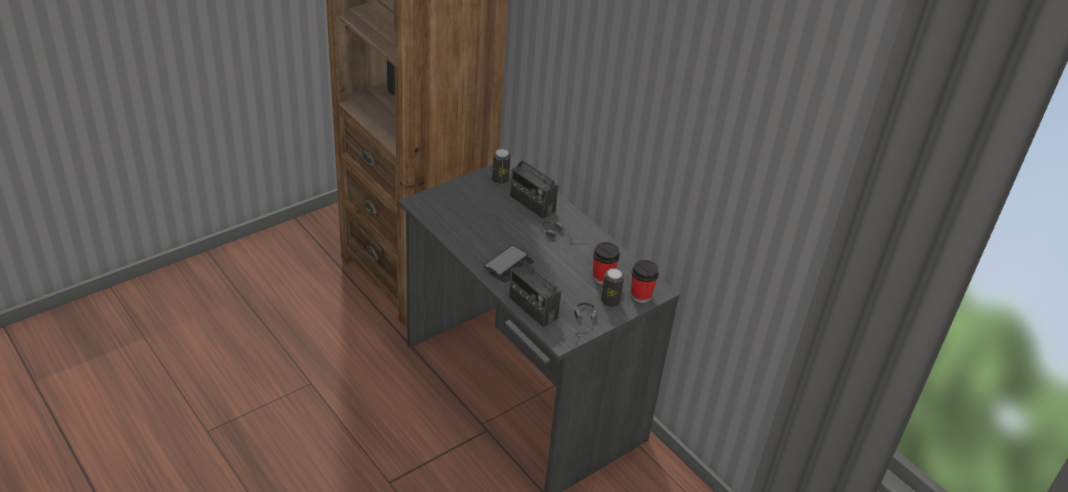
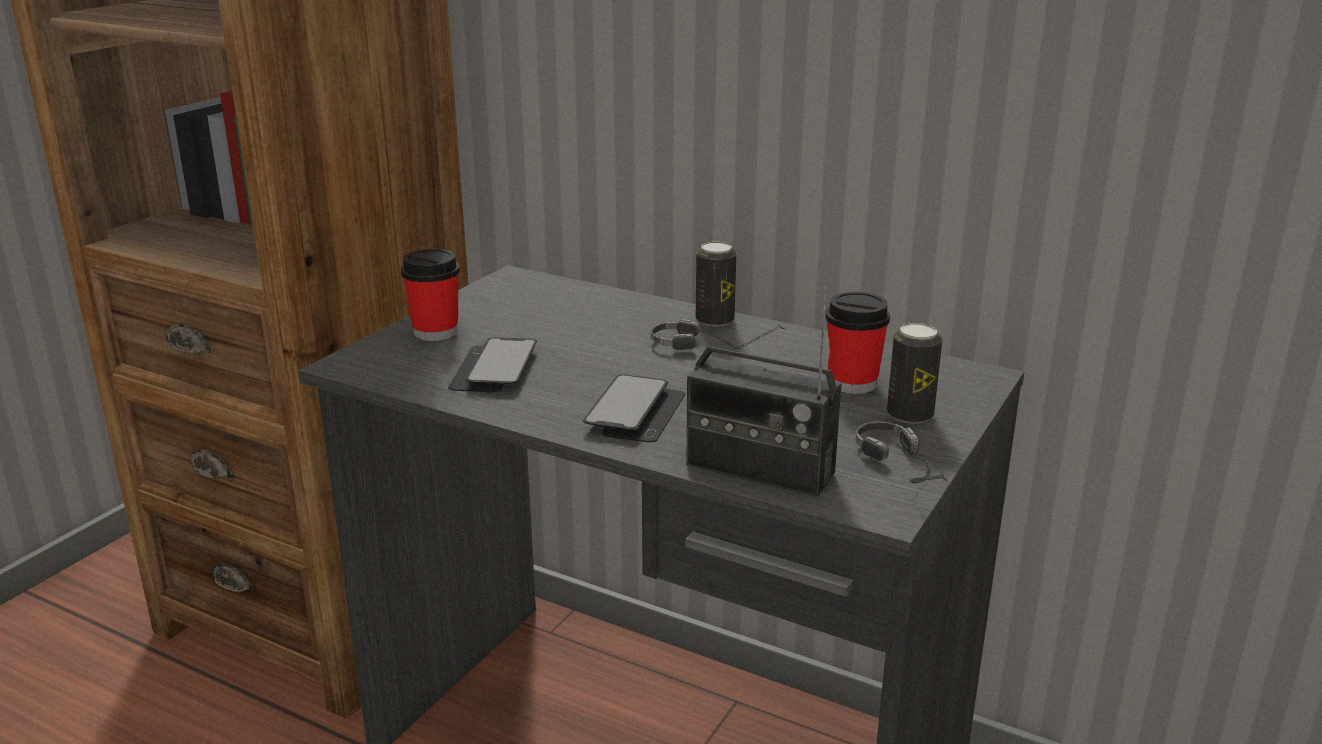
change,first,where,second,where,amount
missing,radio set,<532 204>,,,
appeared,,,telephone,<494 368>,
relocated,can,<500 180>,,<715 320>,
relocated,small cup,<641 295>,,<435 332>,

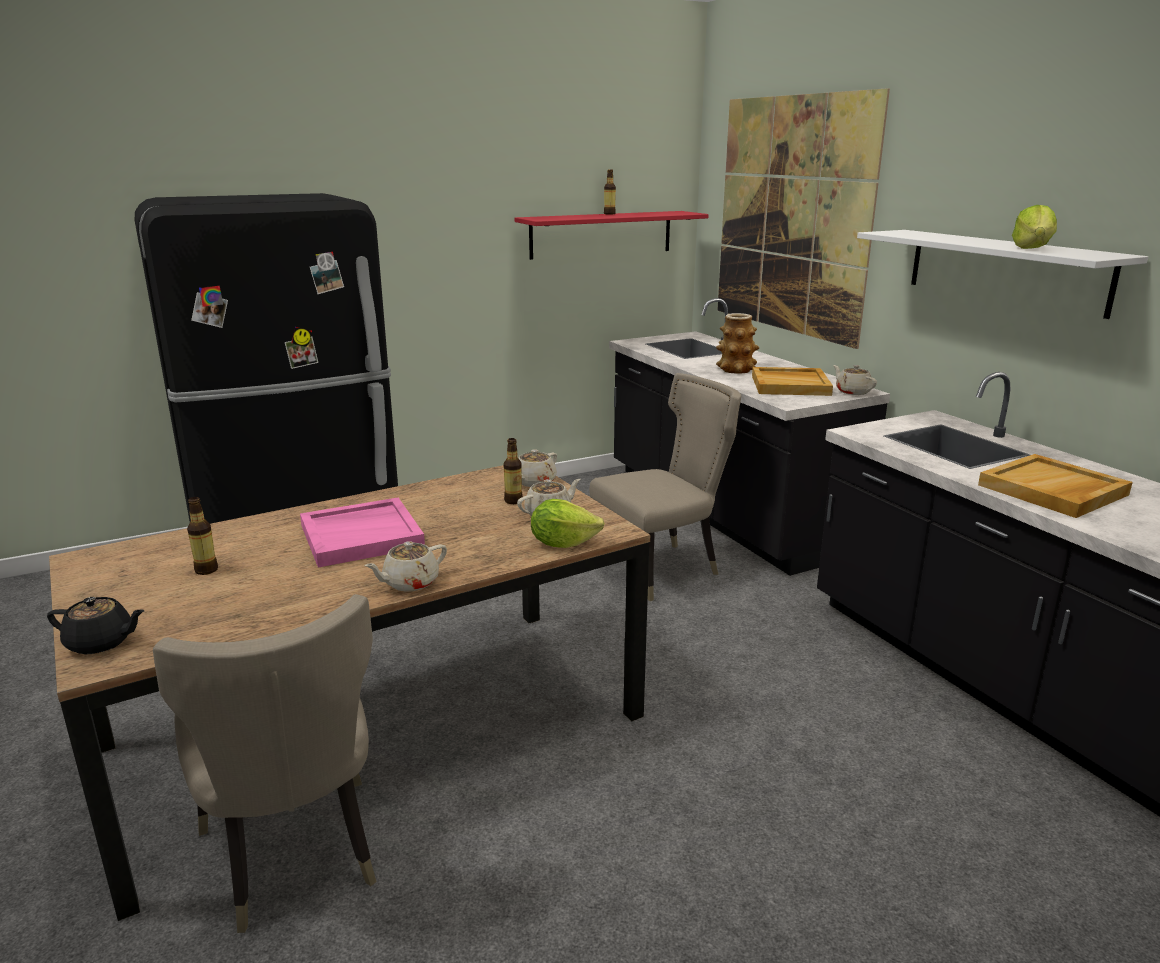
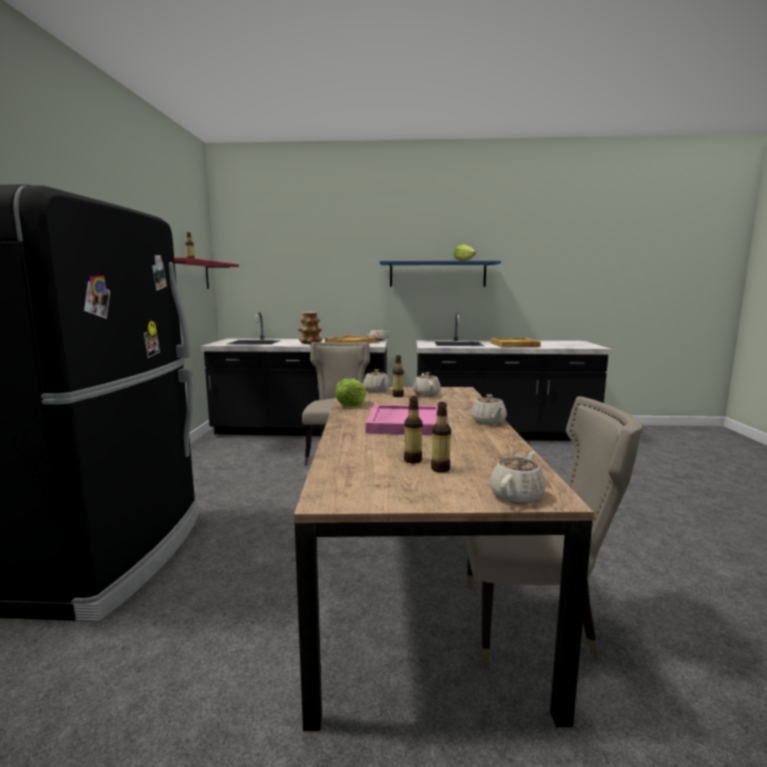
change,first,where,second,where,amount
missing,picture,<791 216>,,,
appeared,,,beverage bottle,<440 469>,
relocated,lettuce head,<562 543>,,<351 405>,
colour,teapot (black),<101 643>,teapot (beige-coloured),<517 495>,
colour,shelf (white-coloured),<1005 270>,shelf (blue-coloured),<437 274>,

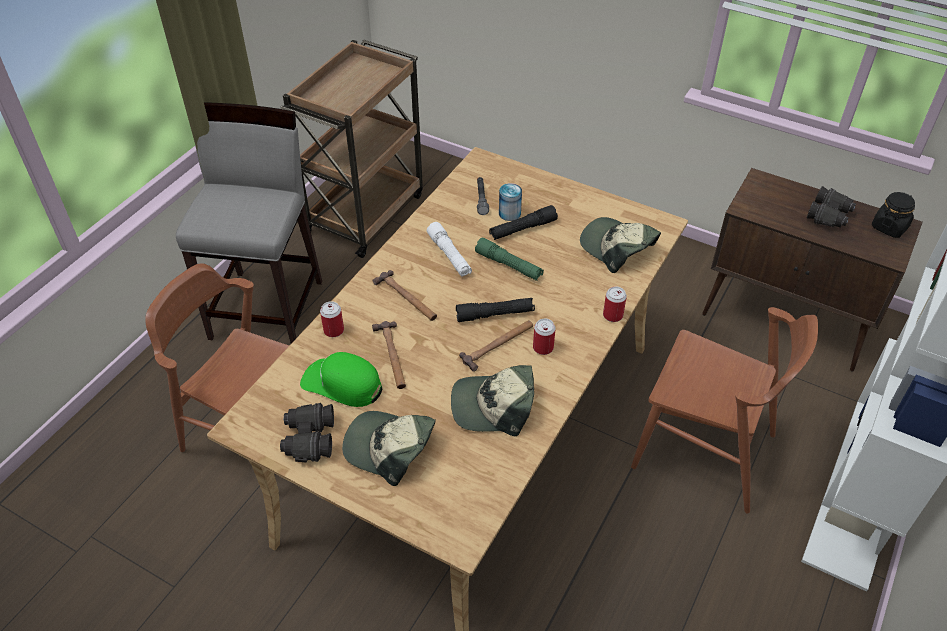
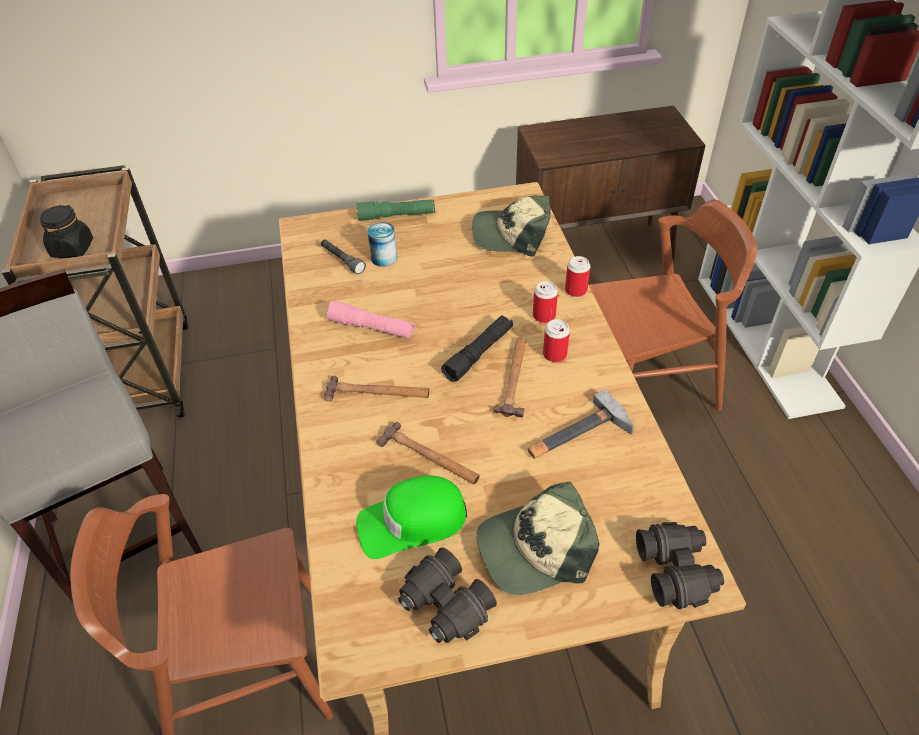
change,first,where,second,where,amount
missing,flashlight (black),<522 229>,,,
relocated,can,<334 330>,,<544 316>,
relocated,flashlight (green-coloured),<509 265>,,<396 216>,
relocated,pair of binoculars (black),<829 215>,,<676 570>,
relocated,jar (black),<889 227>,,<72 248>,
exchanged,cap,<493 406>,tool hammer,<577 435>,
colour,flashlight (white-coloured),<449 255>,flashlight (pink-coloured),<372 327>,

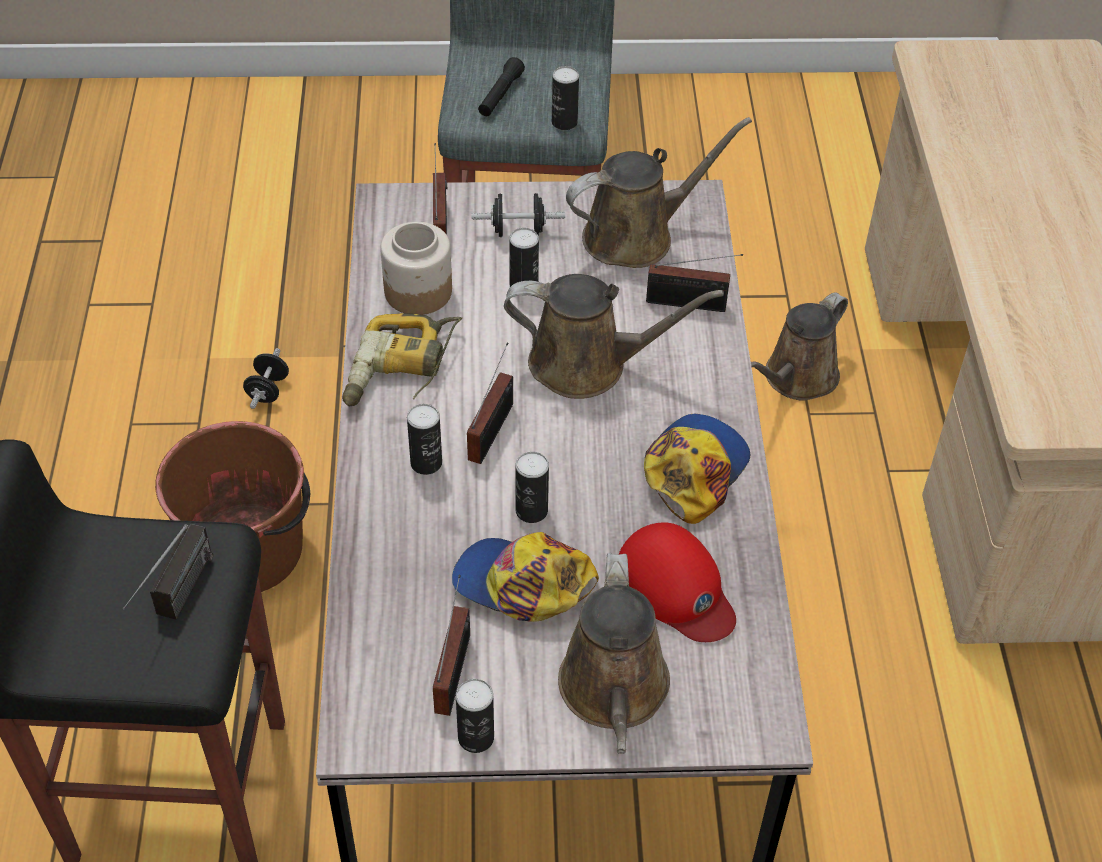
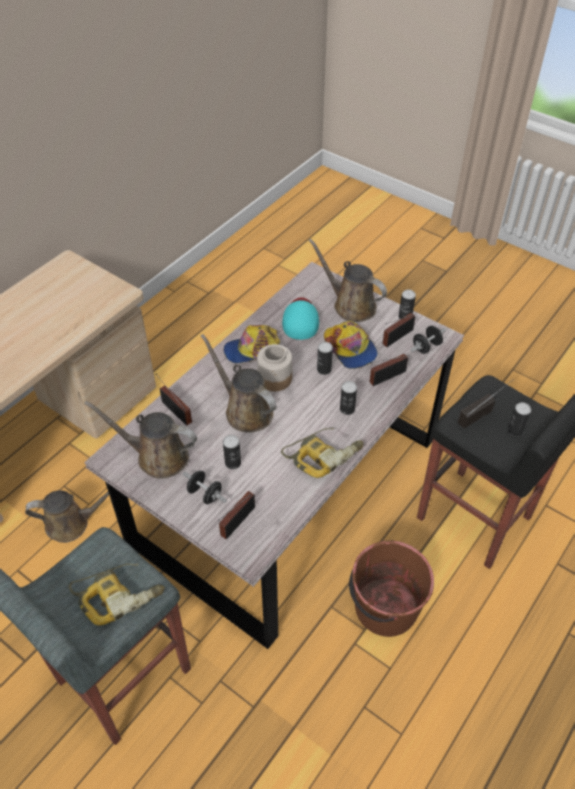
change,first,where,second,where,amount
relocated,hand weight (black),<268 390>,,<426 347>,
relocated,jar,<418 292>,,<275 378>,
relocated,radio set,<493 429>,,<385 377>,
relocated,can,<564 122>,,<515 430>,
exchanged,flashlight (black),<500 95>,drill,<119 594>,
colour,cap (reddish),<676 588>,cap (blue-green),<300 320>,
spun,watering pot (brown-coloured),<614 692>,,<351 305>,90 degrees counterclockwise

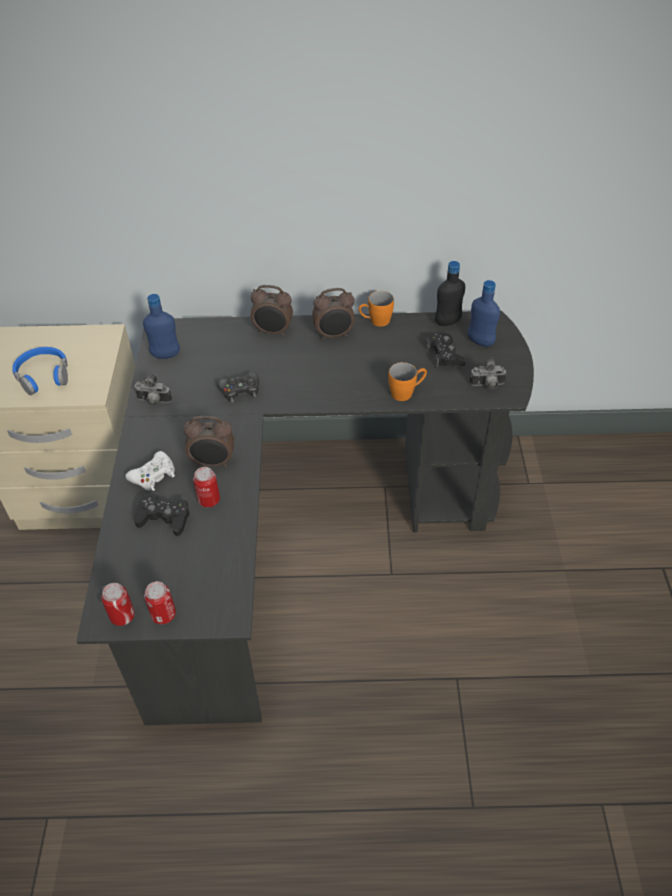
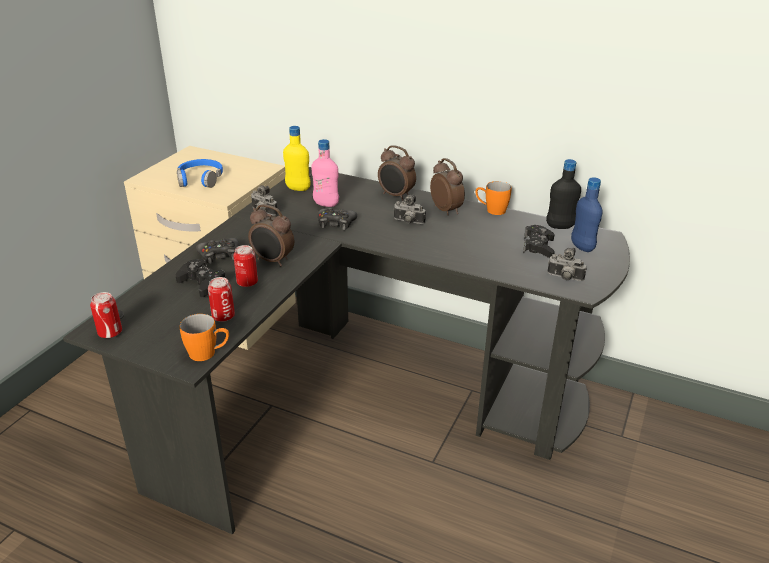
change,first,where,second,where,amount
appeared,,,beverage bottle (pink-coloured),<326 204>,
appeared,,,still camera,<408 222>,
relocated,can,<163 614>,,<223 316>,
relocated,mug (orangey),<406 392>,,<208 353>,
colour,game controller (white-coloured),<153 476>,game controller (black),<219 255>,
colour,beverage bottle (blue-coloured),<166 355>,beverage bottle (yellow),<298 188>,
spun,table clock,<334 335>,,<446 210>,135 degrees counterclockwise

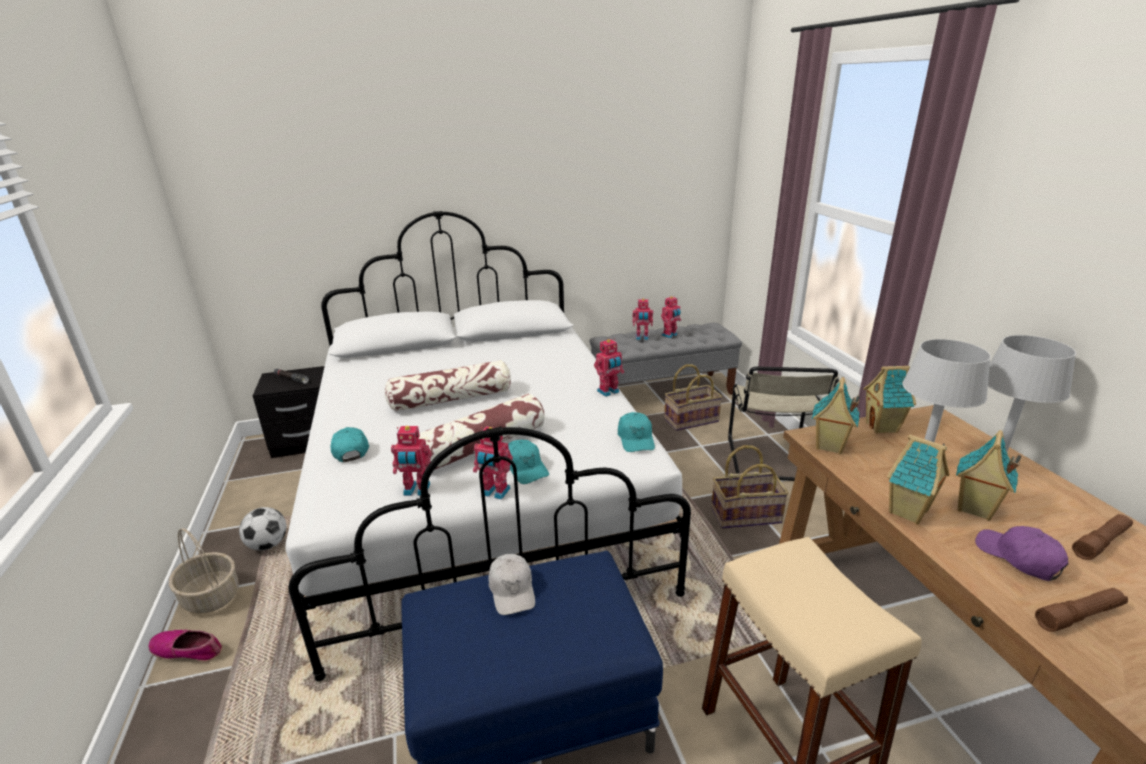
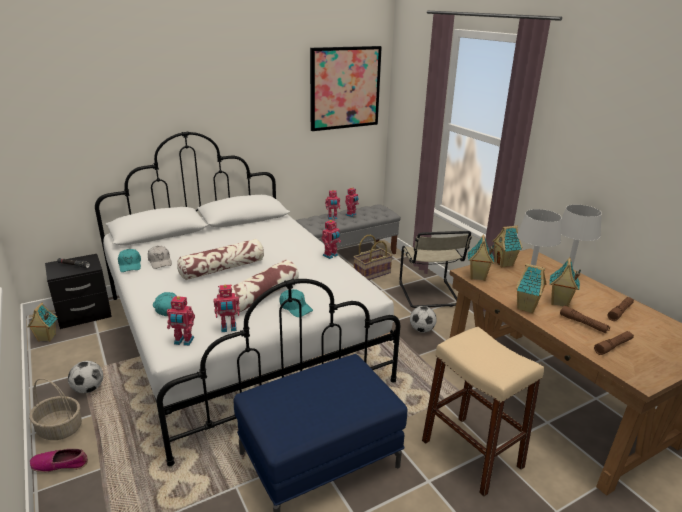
change,first,where,second,where,amount
appeared,,,miniature house,<46 338>,
appeared,,,picture,<345 88>,
relocated,model robot,<495 492>,,<183 341>,
relocated,cap (white-coloured),<512 590>,,<160 261>,
relocated,cap (blue-green),<636 439>,,<130 265>,
exchanged,storage basket,<745 515>,football,<421 330>,
exchanged,cap (purple),<1018 558>,flashlight (brown-coloured),<583 324>,

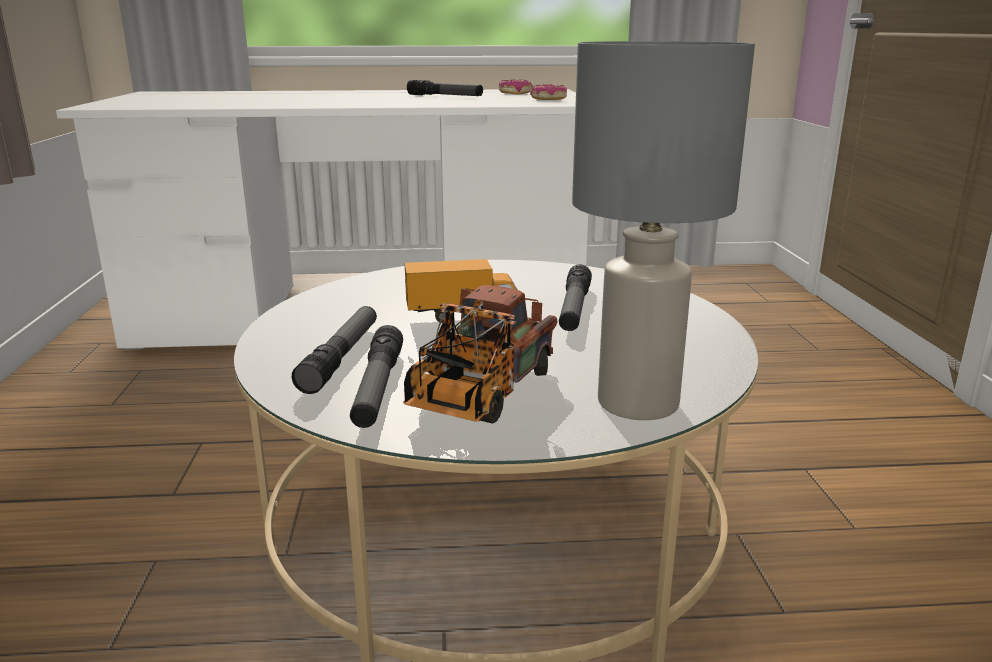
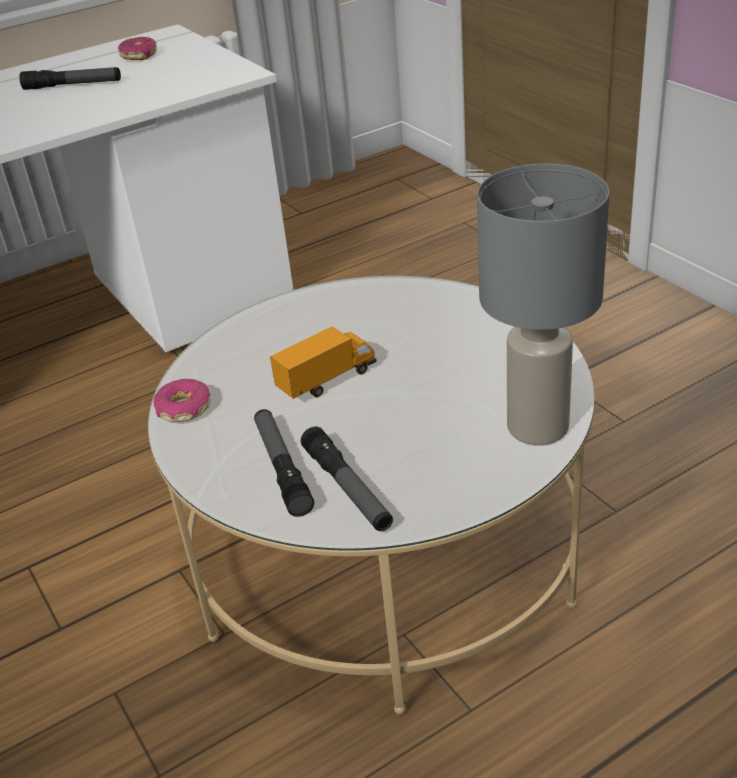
change,first,where,second,where,amount
missing,toy lorry,<477 397>,,,
missing,flashlight,<574 309>,,,
relocated,ring doughnut,<548 99>,,<184 409>,

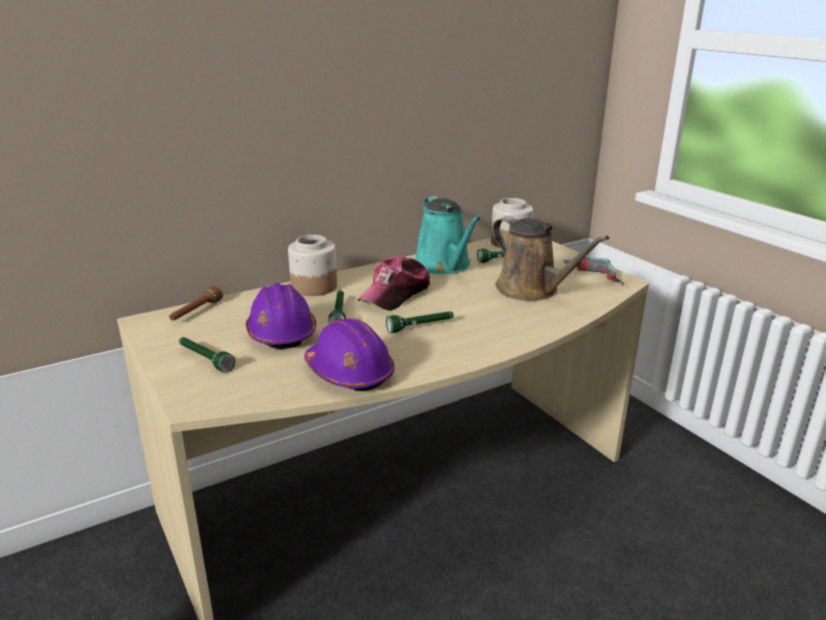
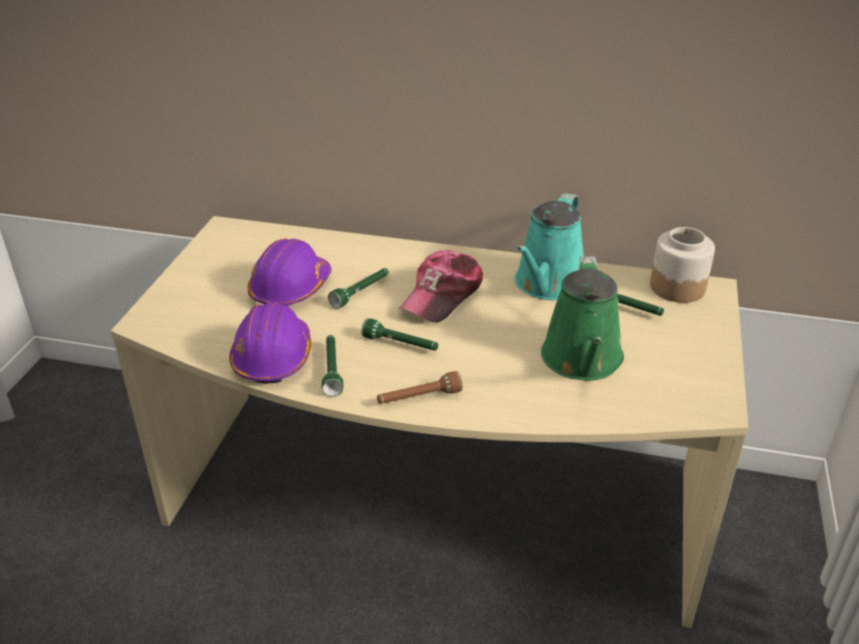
change,first,where,second,where,amount
missing,jar,<313 287>,,,
missing,drill,<591 277>,,,
relocated,flashlight (brown-coloured),<196 312>,,<419 398>,
relocated,flashlight (green-coloured),<205 359>,,<332 370>,
colour,watering pot (brown-coloured),<531 290>,watering pot (green-coloured),<582 361>,
spun,cap,<395 294>,,<443 296>,45 degrees counterclockwise

